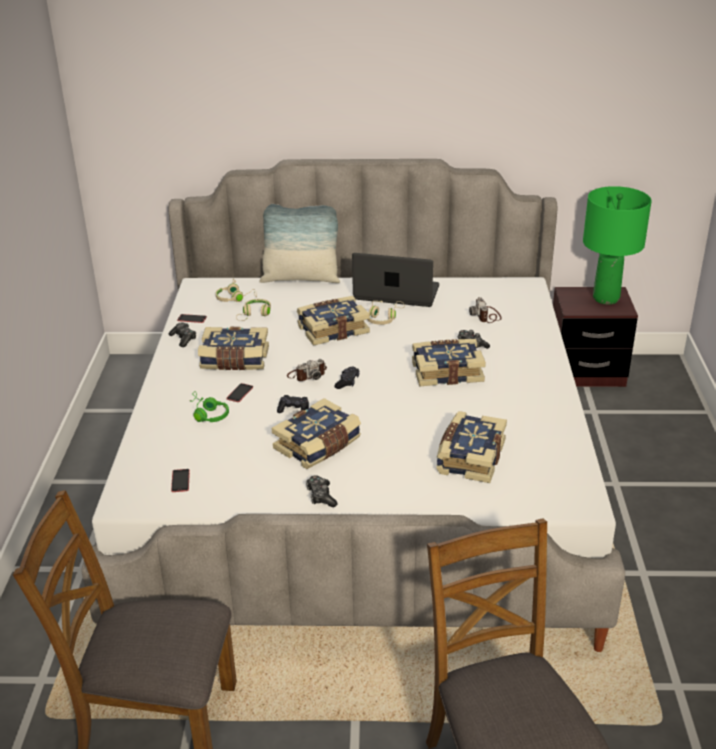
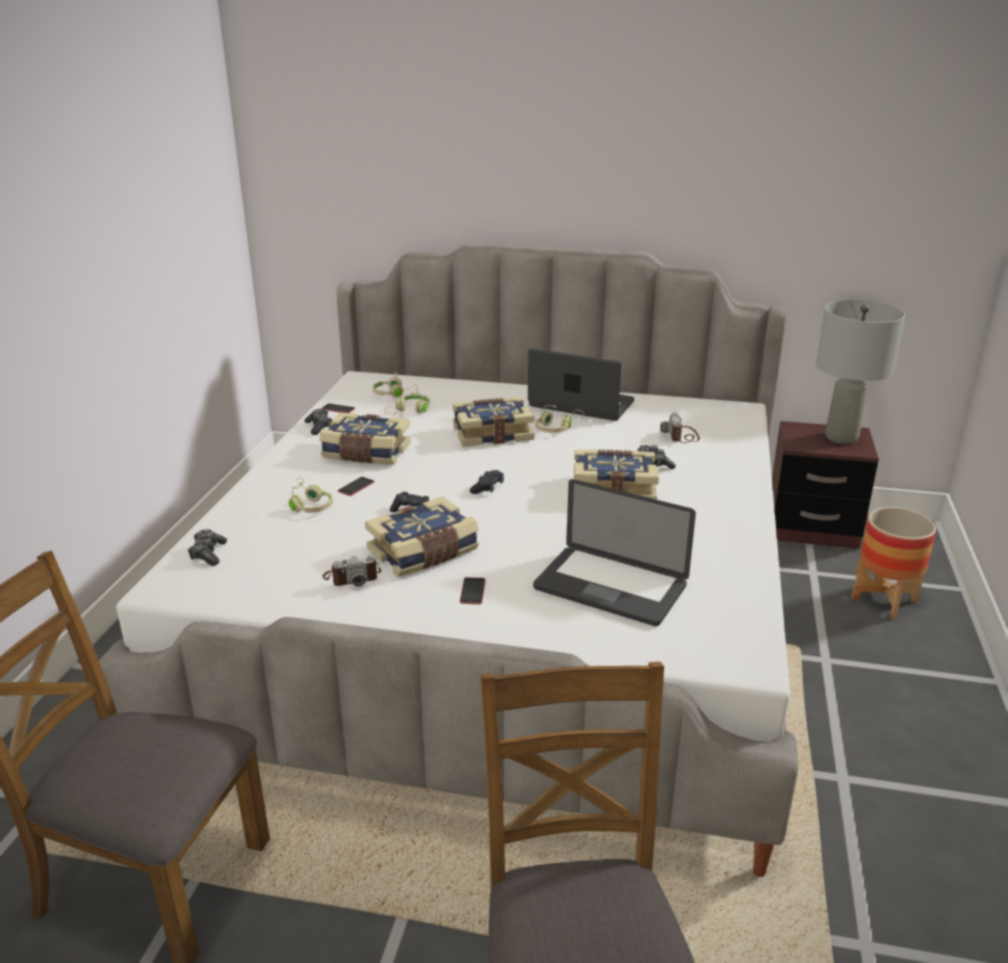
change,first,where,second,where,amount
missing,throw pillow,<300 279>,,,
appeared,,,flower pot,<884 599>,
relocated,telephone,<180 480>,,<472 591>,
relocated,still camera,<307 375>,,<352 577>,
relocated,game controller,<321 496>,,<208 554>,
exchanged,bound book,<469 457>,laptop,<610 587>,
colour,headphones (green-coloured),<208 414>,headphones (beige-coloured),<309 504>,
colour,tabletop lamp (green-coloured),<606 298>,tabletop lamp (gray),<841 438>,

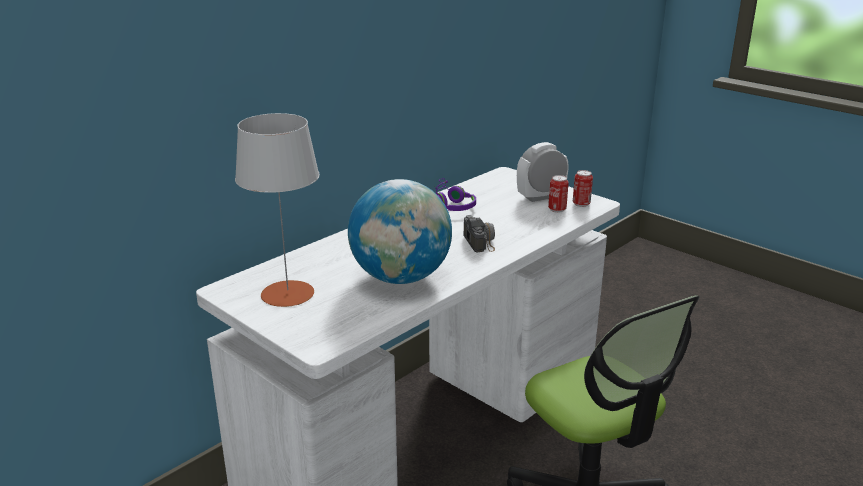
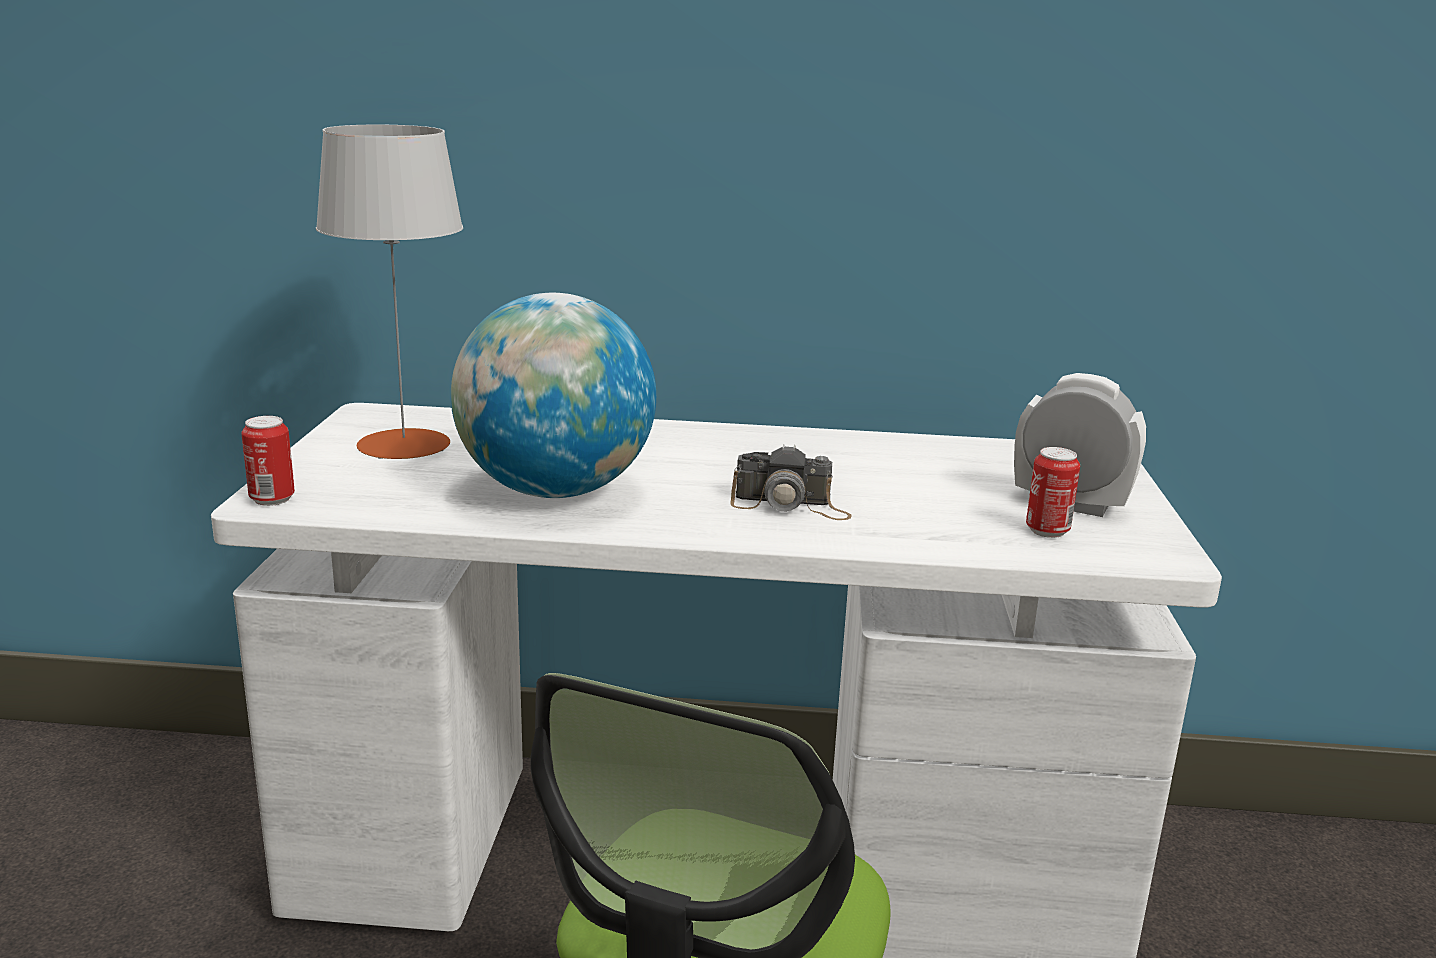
change,first,where,second,where,amount
missing,headphones (purple),<451 205>,,,
relocated,can,<581 204>,,<272 499>,
spun,still camera,<479 240>,,<790 506>,60 degrees clockwise

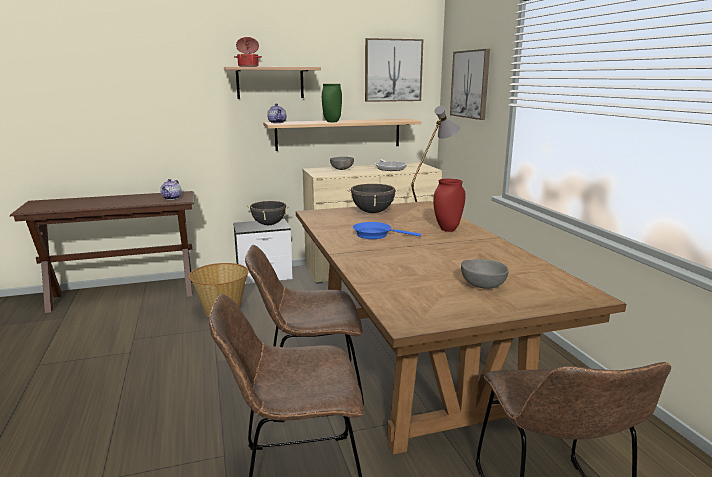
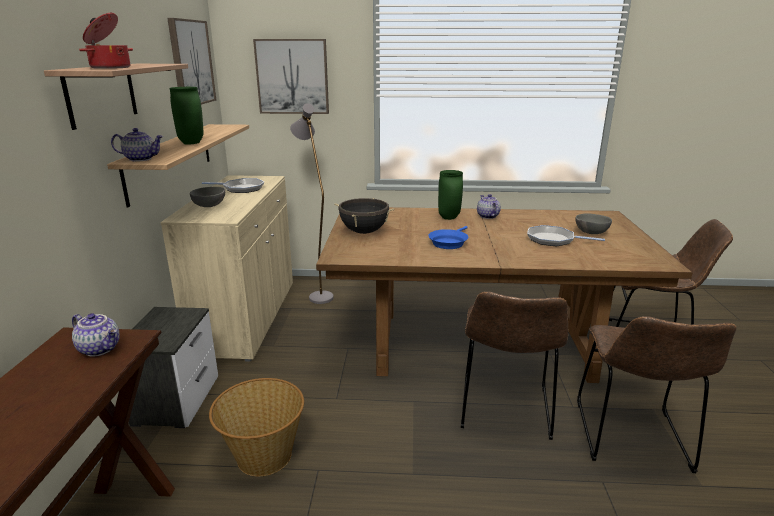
change,first,where,second,where,amount
missing,cooking pot (black),<269 224>,,,
appeared,,,teapot,<487 216>,
appeared,,,frying pan,<553 240>,
colour,vase (reddish),<448 230>,vase (green-coloured),<449 218>,

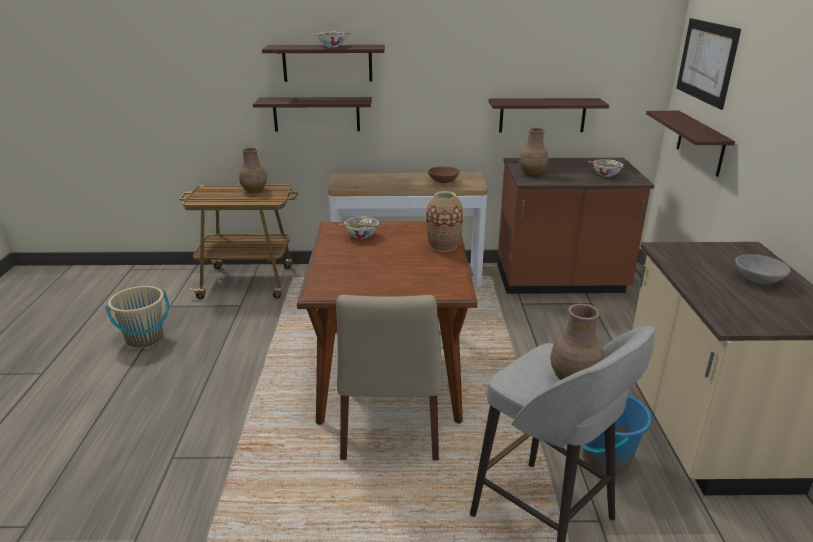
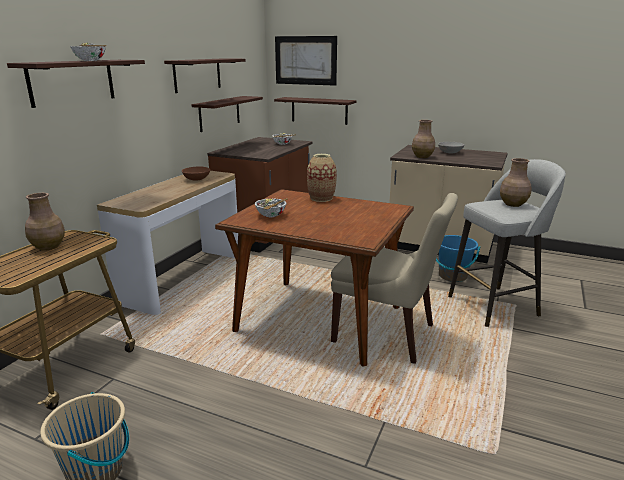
change,first,where,second,where,amount
relocated,shelf,<316 114>,,<197 74>,
relocated,vase (brown-coloured),<532 173>,,<422 156>,

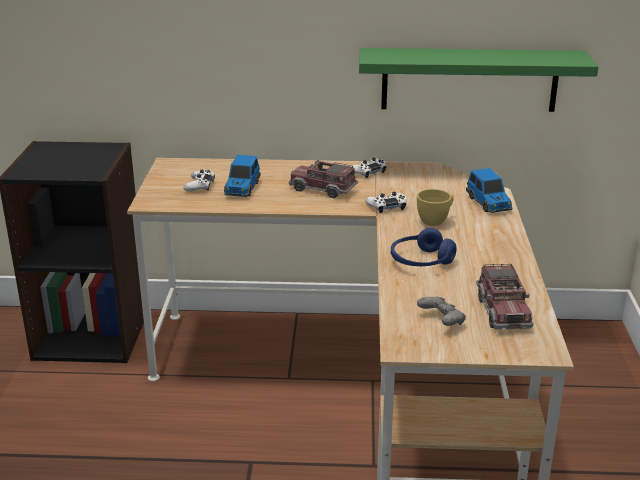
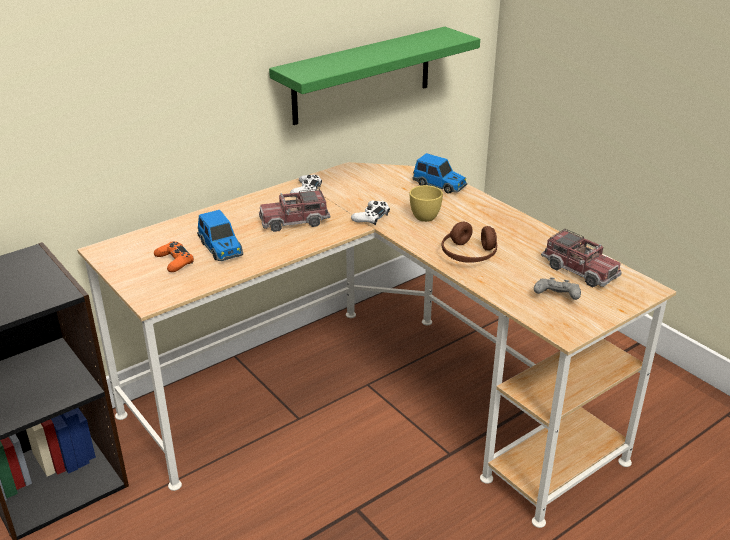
change,first,where,second,where,amount
colour,game controller (white-coloured),<200 185>,game controller (orangey),<174 261>,
colour,headphones (blue-coloured),<421 261>,headphones (brown-coloured),<469 255>,

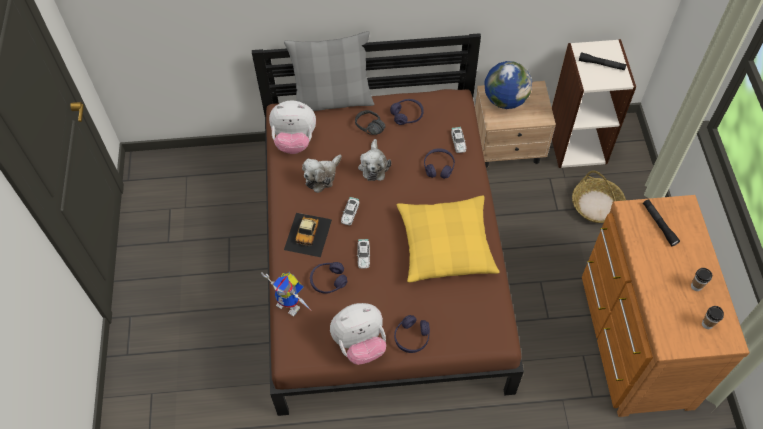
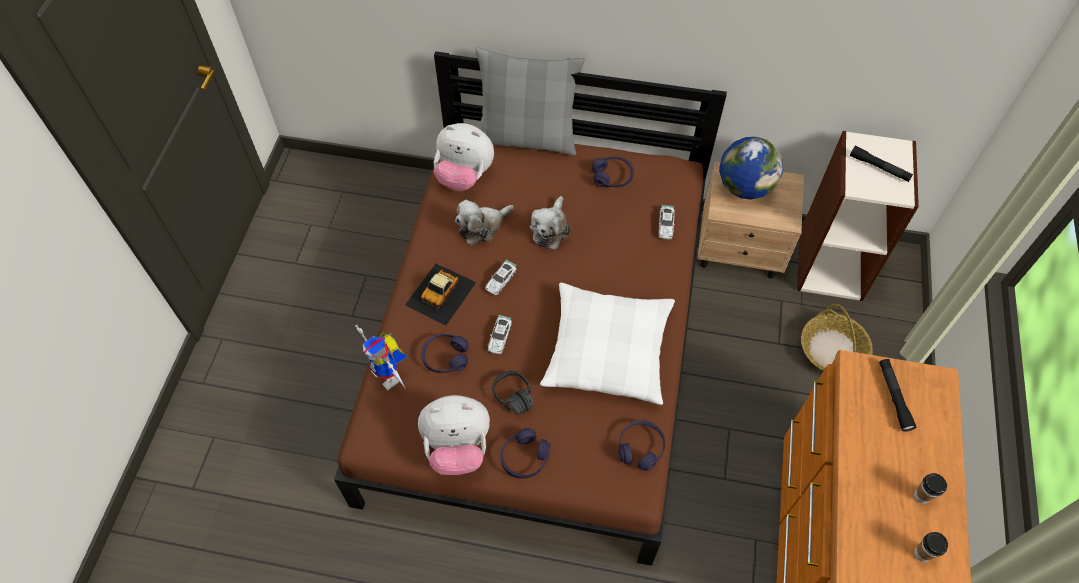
change,first,where,second,where,amount
relocated,headphones (black),<367 130>,,<507 400>,
relocated,headphones (purple),<438 167>,,<640 448>,
colour,throw pillow (yellow),<446 244>,throw pillow (white-coloured),<607 350>,

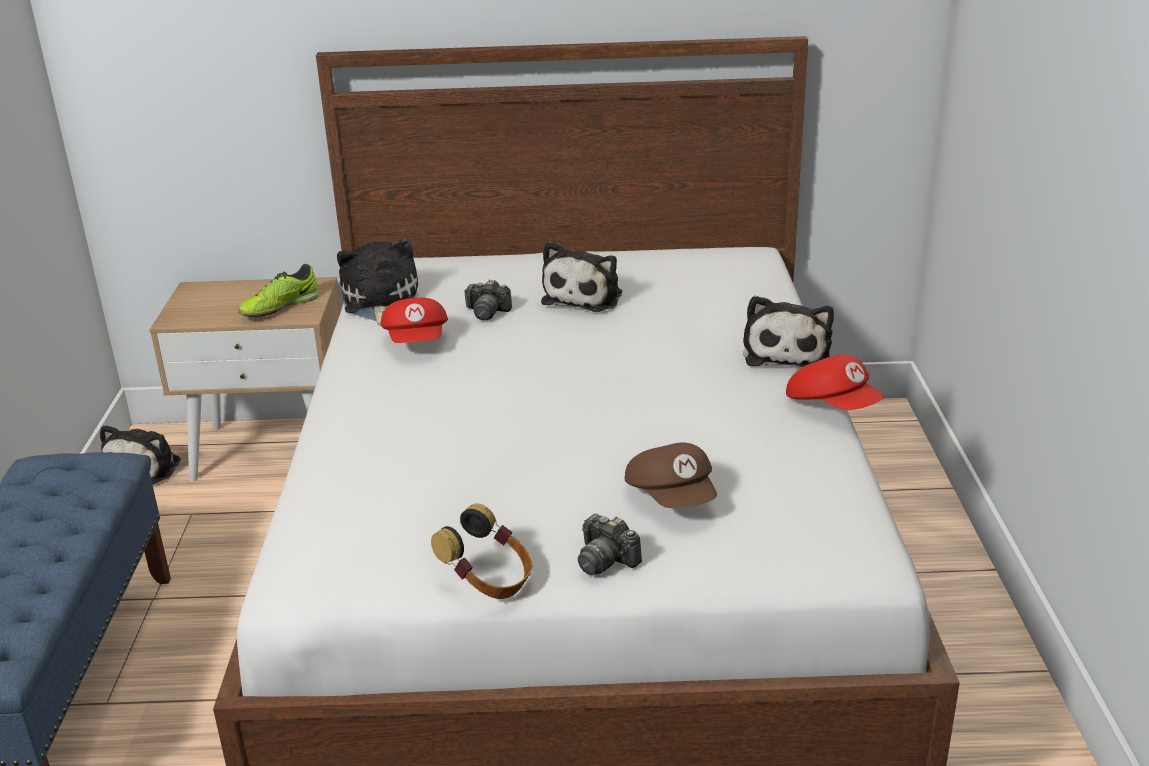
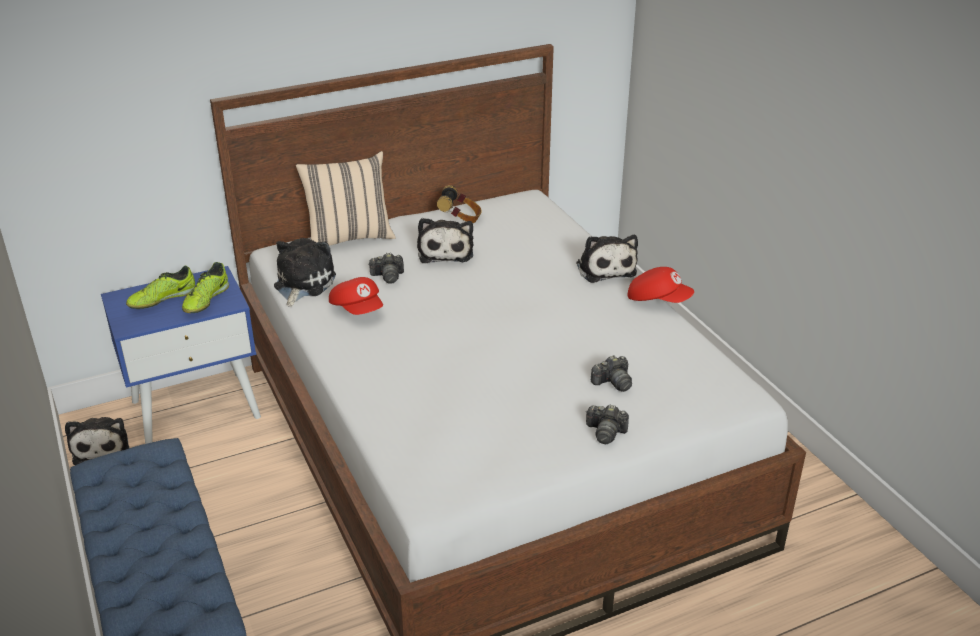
change,first,where,second,where,amount
appeared,,,low shoe,<162 299>,
appeared,,,throw pillow (beige-coloured),<349 238>,
relocated,headphones,<489 581>,,<460 219>,
exchanged,cap (brown-coloured),<673 497>,still camera,<613 383>,
colour,night table (beige-coloured),<273 450>,night table (blue-coloured),<196 408>,
spun,plush toy,<379 303>,,<302 284>,45 degrees clockwise

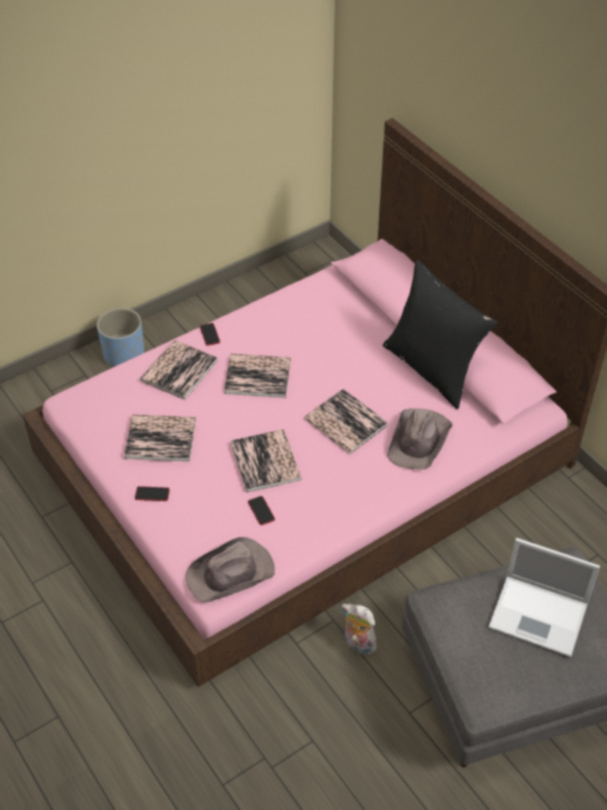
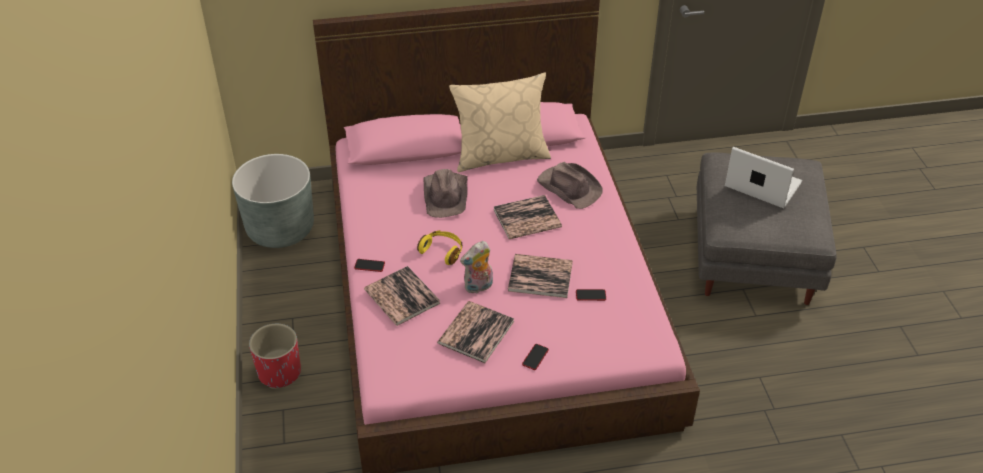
change,first,where,second,where,amount
appeared,,,flower pot (gray),<280 229>,
relocated,hat (brown-coloured),<231 574>,,<446 195>,
relocated,plush toy,<357 644>,,<478 287>,
exchanged,bound book,<257 376>,headphones (yellow),<442 251>,
colour,flower pot (blue-coloured),<124 355>,flower pot (reddish),<279 372>,
colour,throw pillow (black),<433 368>,throw pillow (beige-coloured),<501 155>,
spun,laptop,<540 615>,,<761 185>,105 degrees counterclockwise

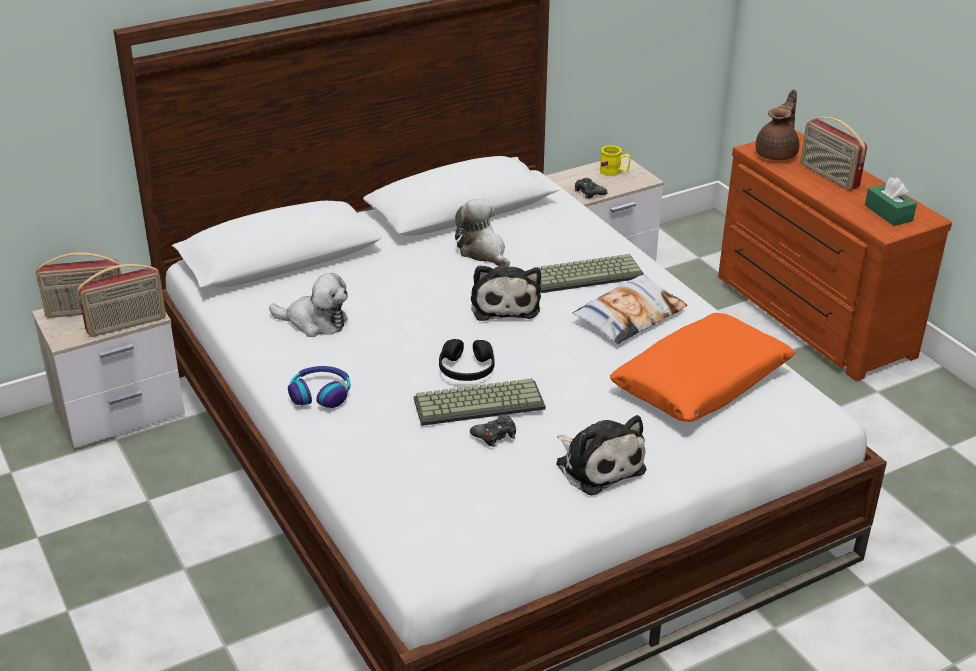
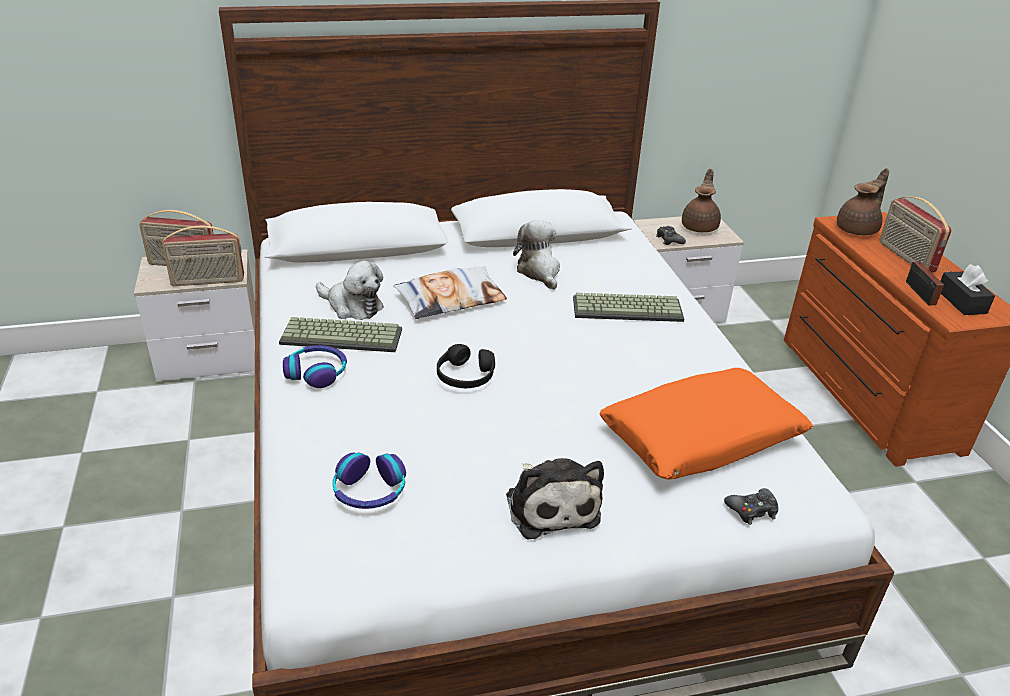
change,first,where,second,where,amount
missing,plush toy,<504 304>,,,
appeared,,,headphones,<369 491>,
appeared,,,radio set,<921 295>,
relocated,computer keyboard,<480 402>,,<343 336>,
relocated,game controller (black),<495 435>,,<752 510>,
relocated,throw pillow,<629 316>,,<450 299>,
exchanged,mug (yellow),<614 172>,teapot (brown-coloured),<700 226>,
colour,box of tissues (green-coloured),<888 213>,box of tissues (black),<961 302>,

